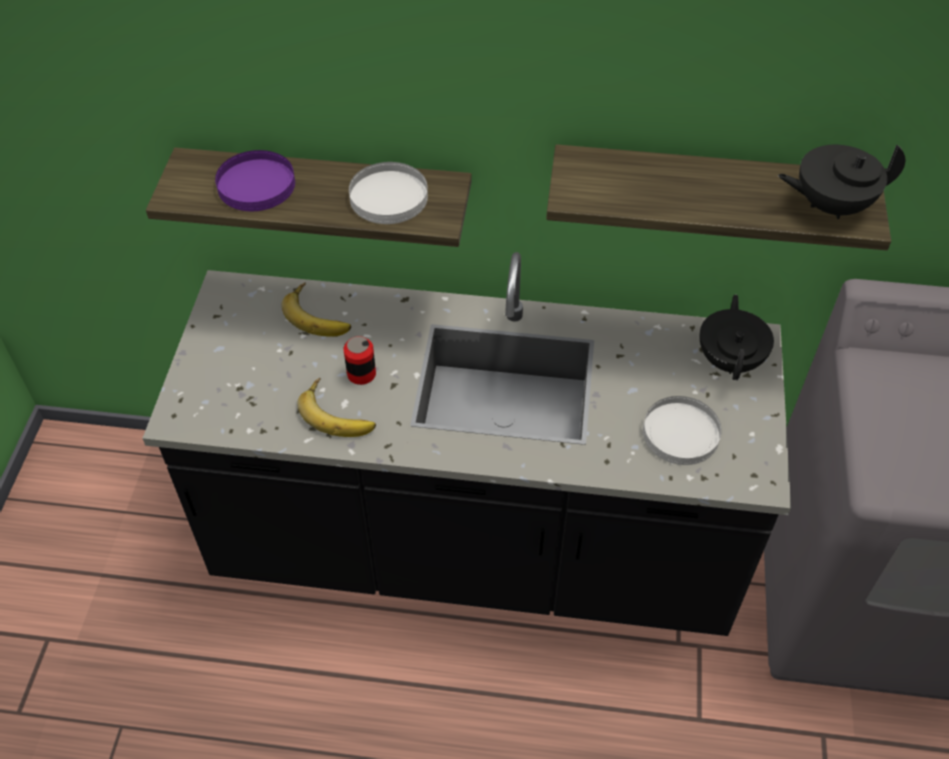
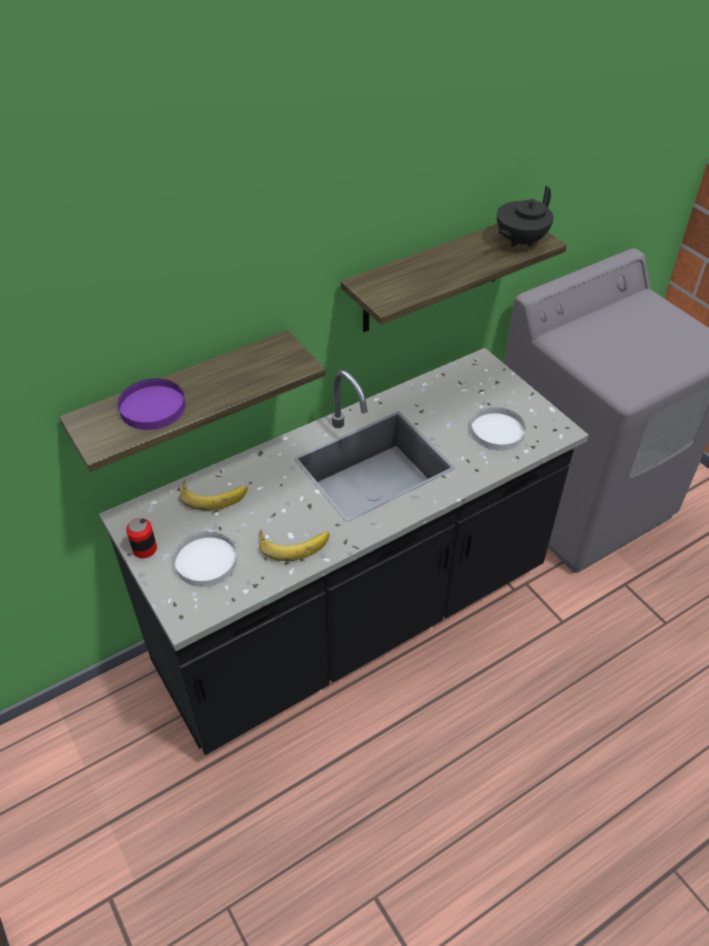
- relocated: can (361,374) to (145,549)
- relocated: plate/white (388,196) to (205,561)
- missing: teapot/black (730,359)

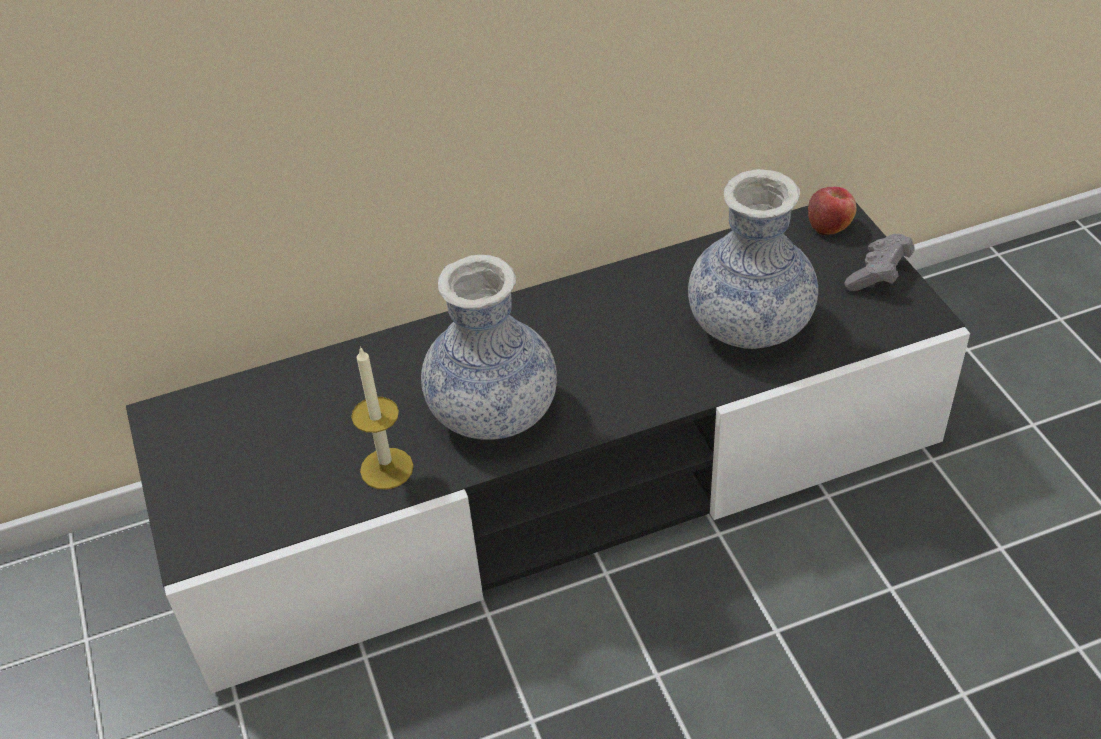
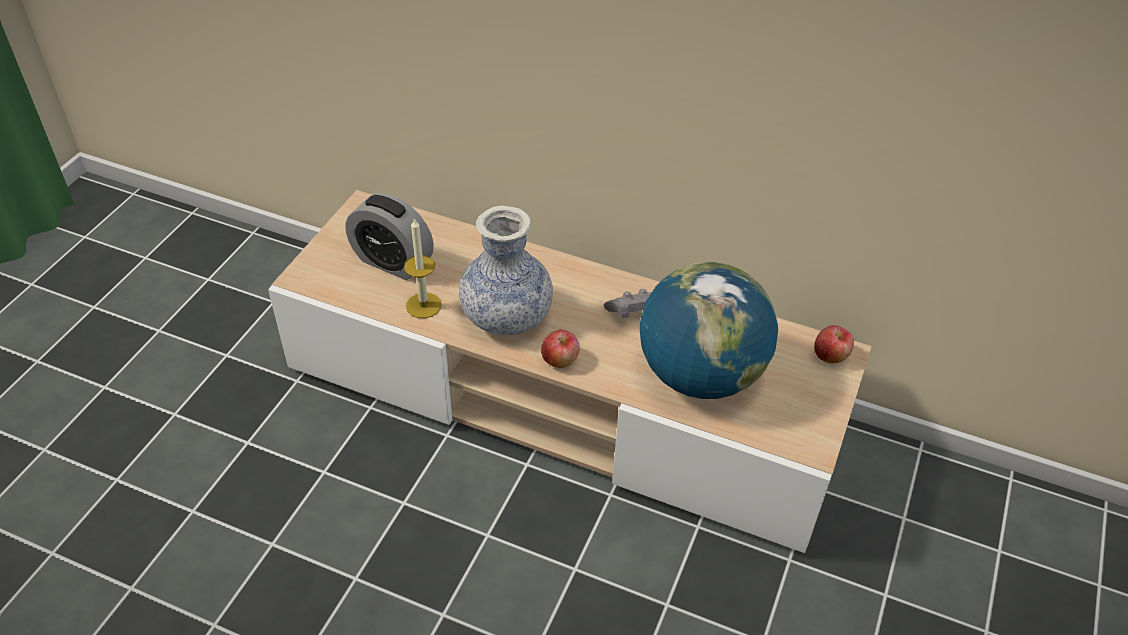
- colour: tv stand/black (558,482) to tv stand/beige (561,399)
- appeared: alarm clock (392,262)
- appeared: apple (560,360)
- relocated: game controller/grey (878,275) to (634,313)
- exchanged: vase (749,325) to globe (700,375)

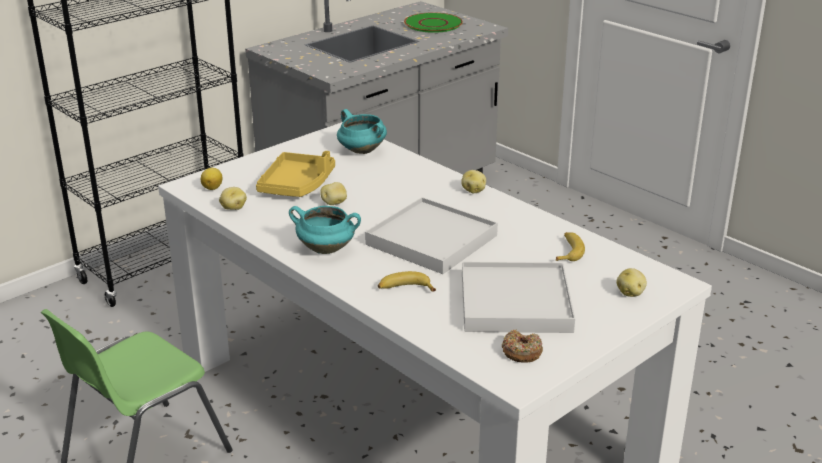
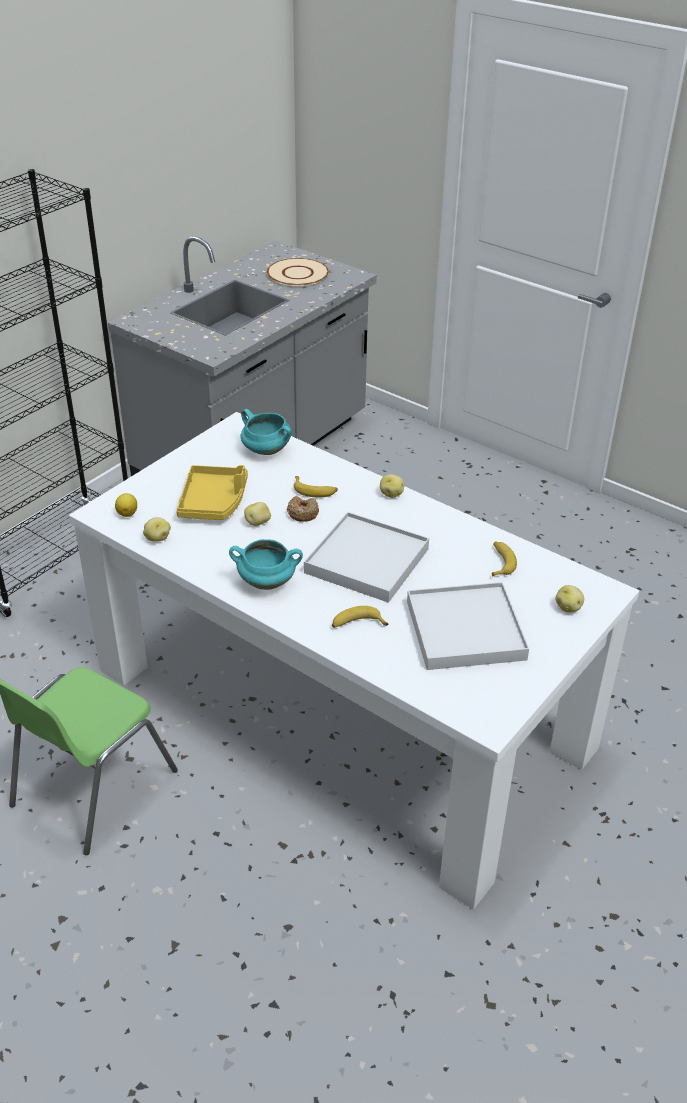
- colour: plate/green (433,24) to plate/beige (298,274)
- relocated: donut (521,352) to (302,513)
- appeared: banana (315,491)

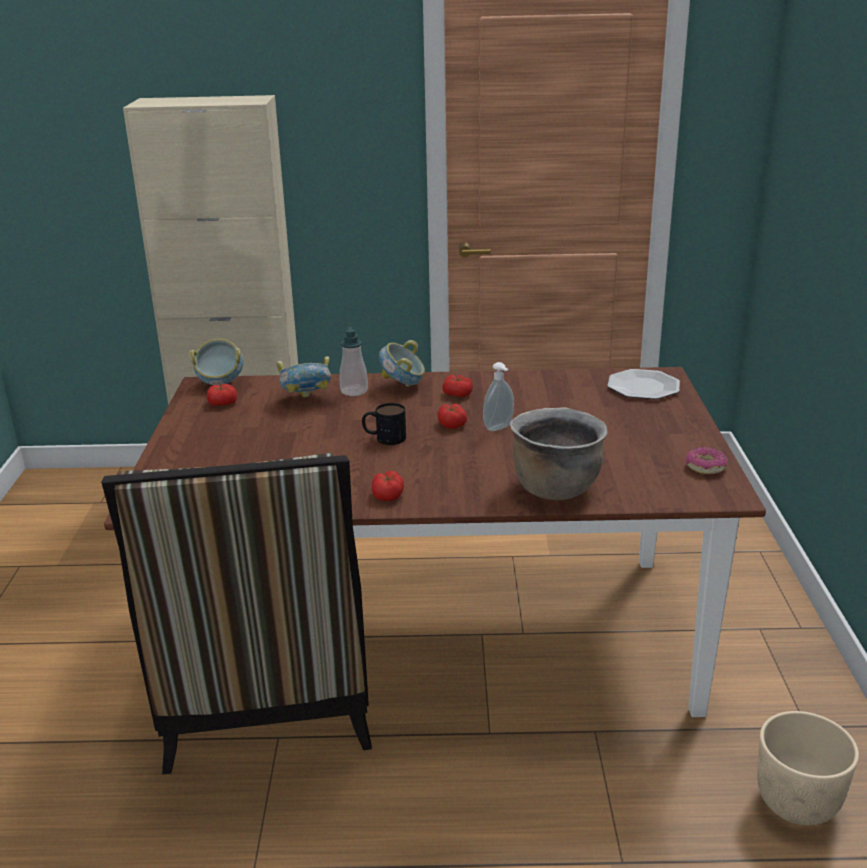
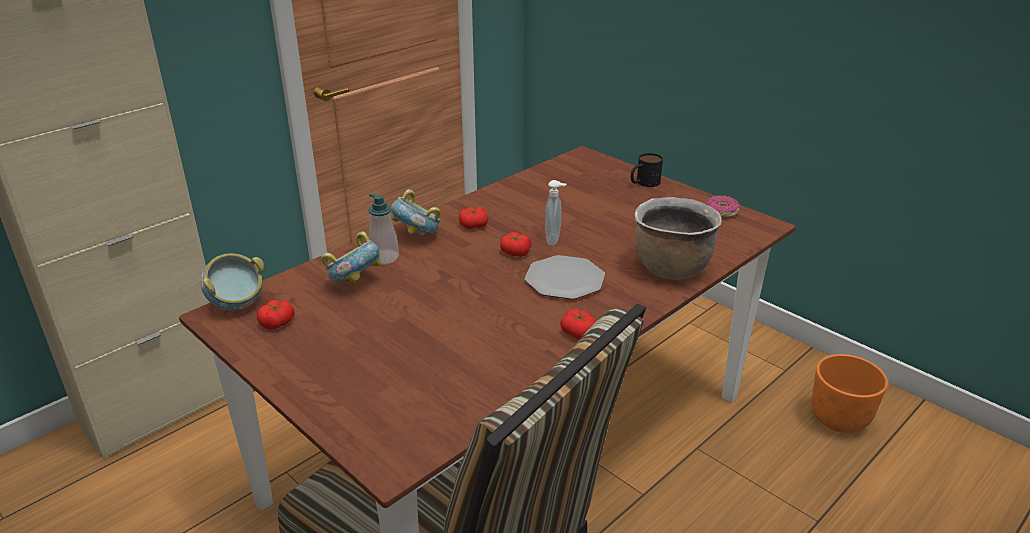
- relocated: plate (643,386) to (564,279)
- relocated: mug (384,437) to (643,183)
- colour: planter/beige (798,804) to planter/orange (840,419)

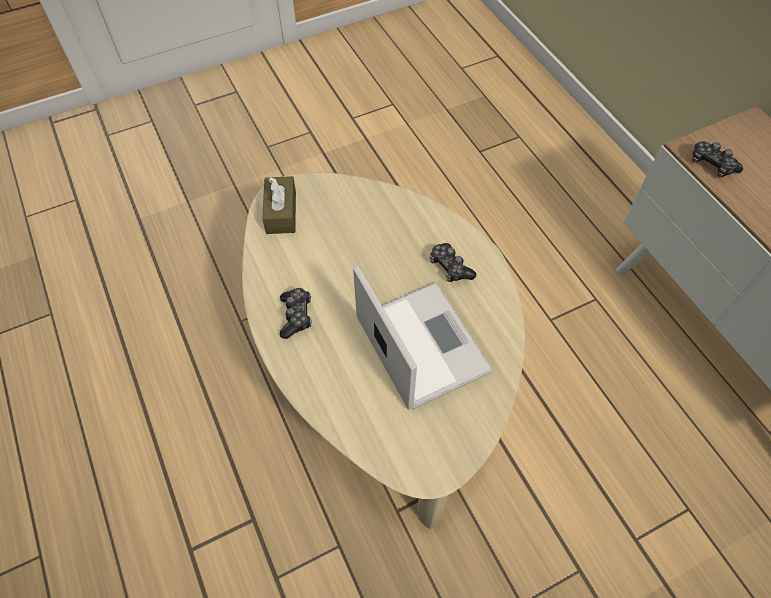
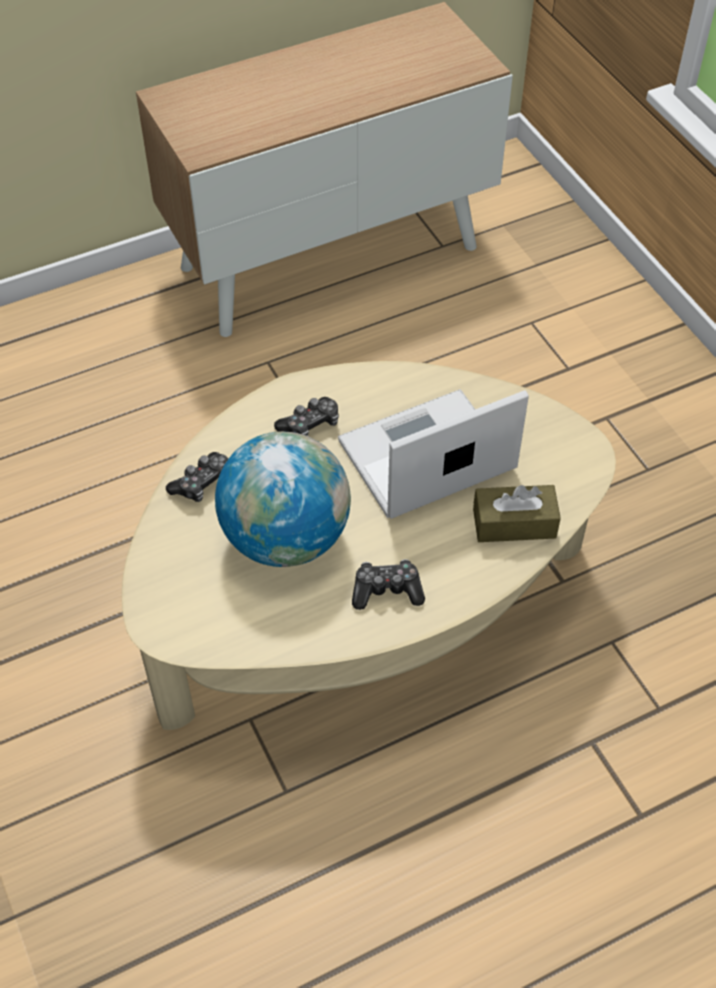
- relocated: game controller (711,165) to (203,483)
- appeared: globe (286,537)
- relocated: tissue box/brown (281,212) to (514,523)

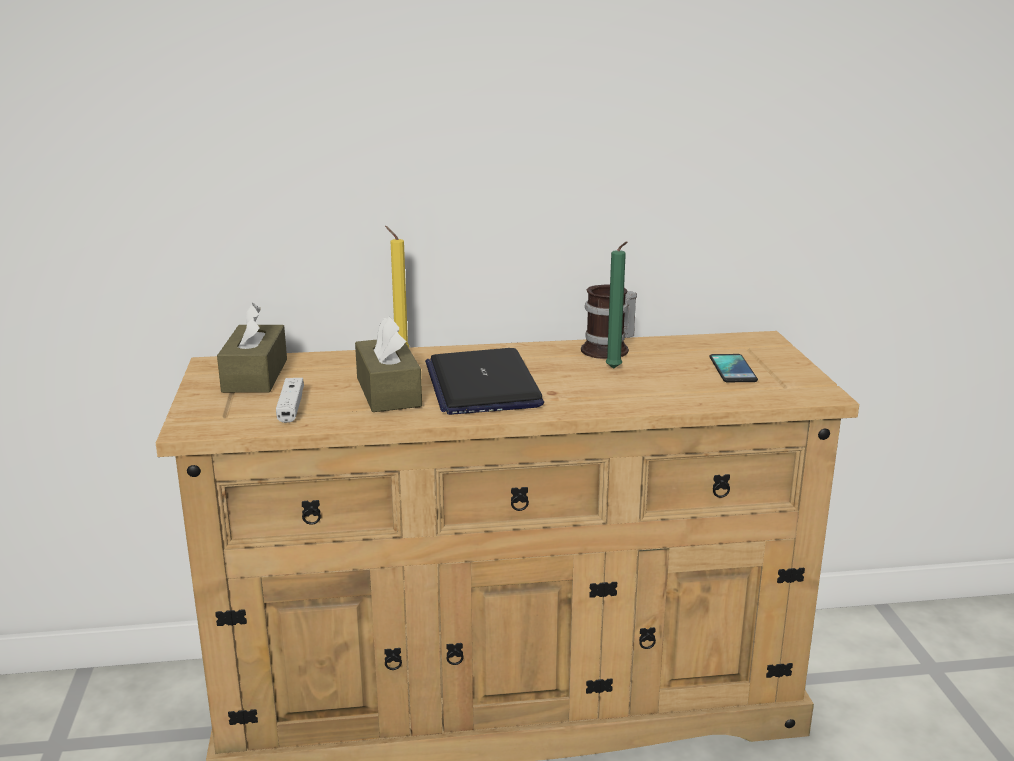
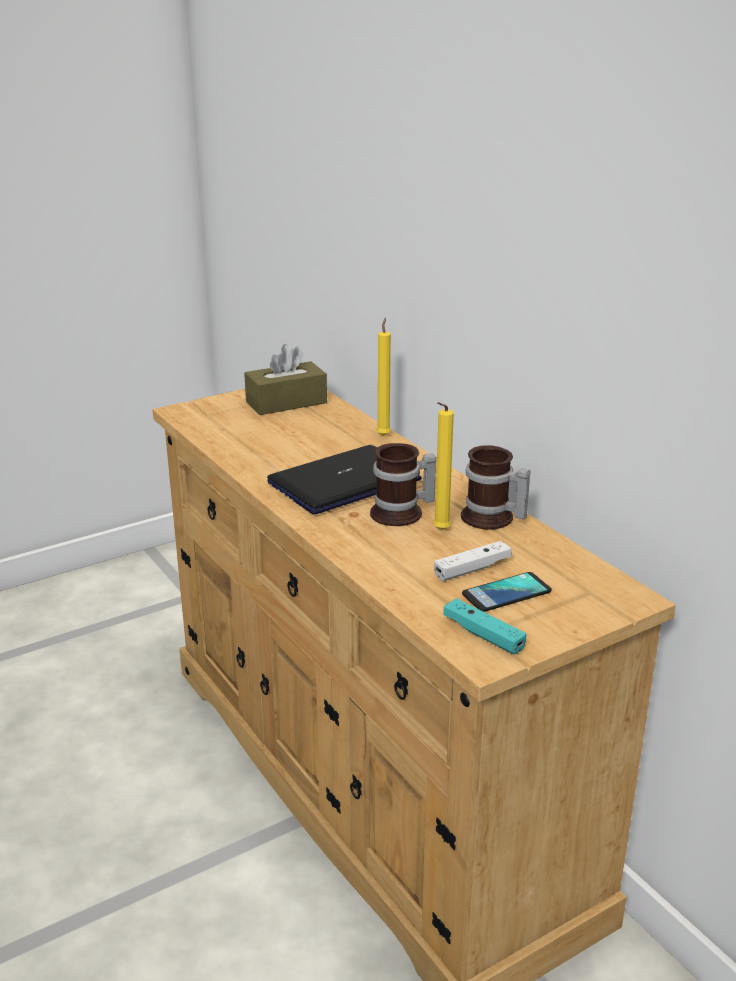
- appeared: mug (402,514)
- colour: candle/green (614,369) to candle/yellow (439,531)
- relocated: game controller/white (291,407) to (472,569)
- appeared: game controller/turquoise (483,635)
- missing: tissue box/brown (388,392)

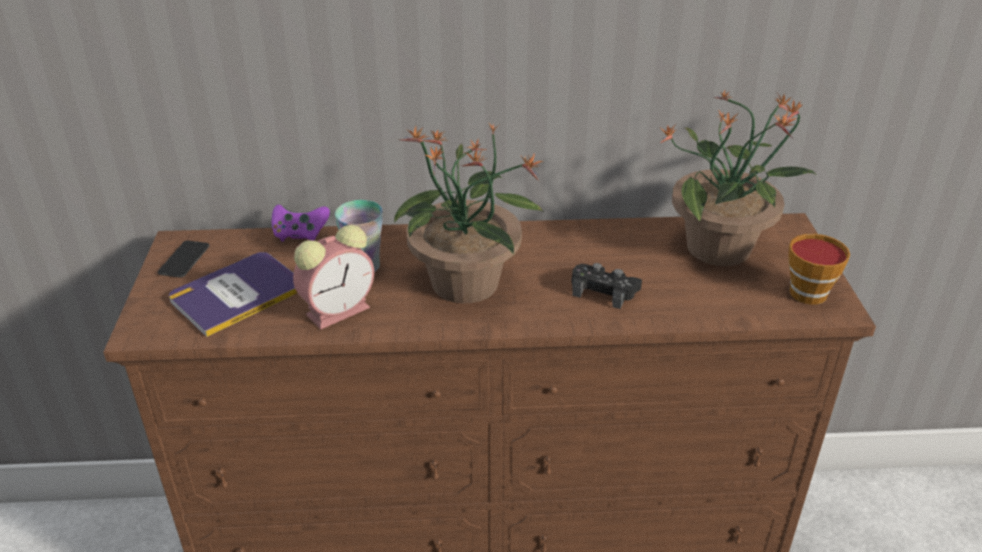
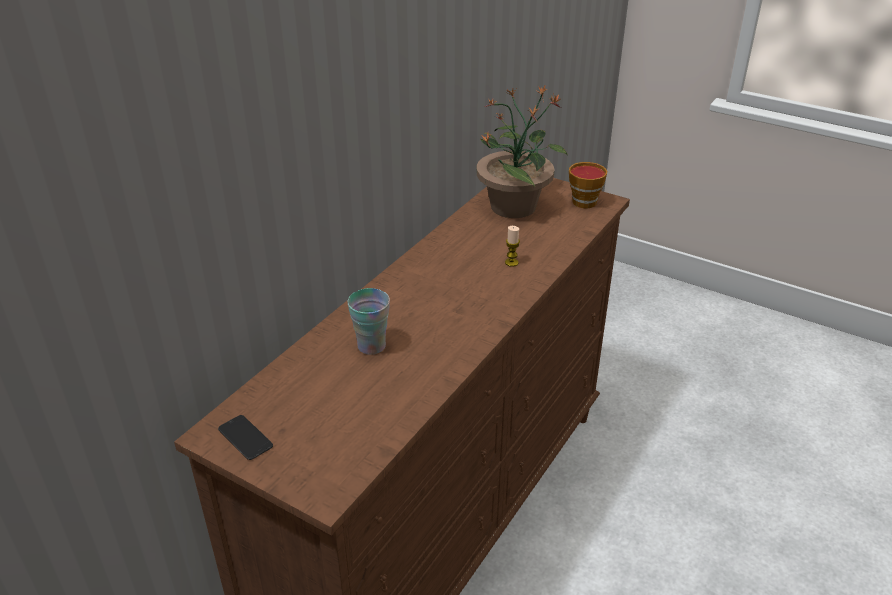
- exchanged: game controller/black (604,291) to candle (511,262)
- missing: book (237,294)
- missing: game controller/purple (300,234)
- missing: alarm clock (340,309)
- missing: potted plant (466,285)

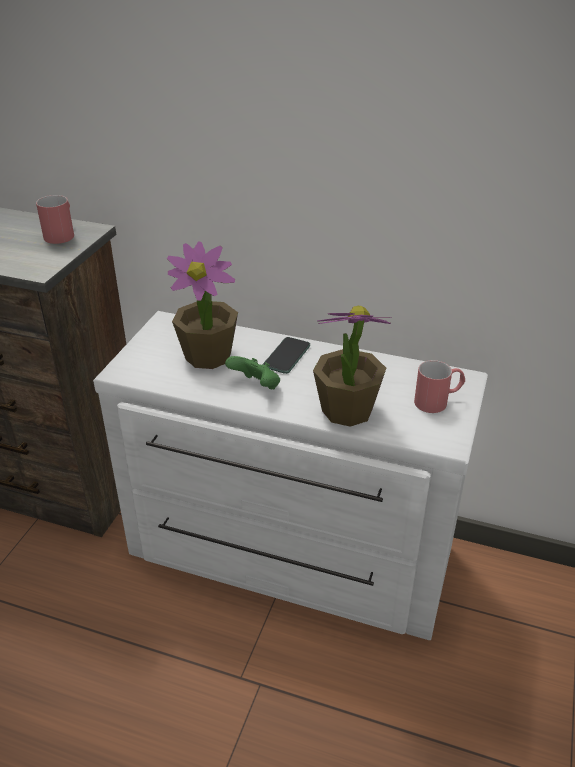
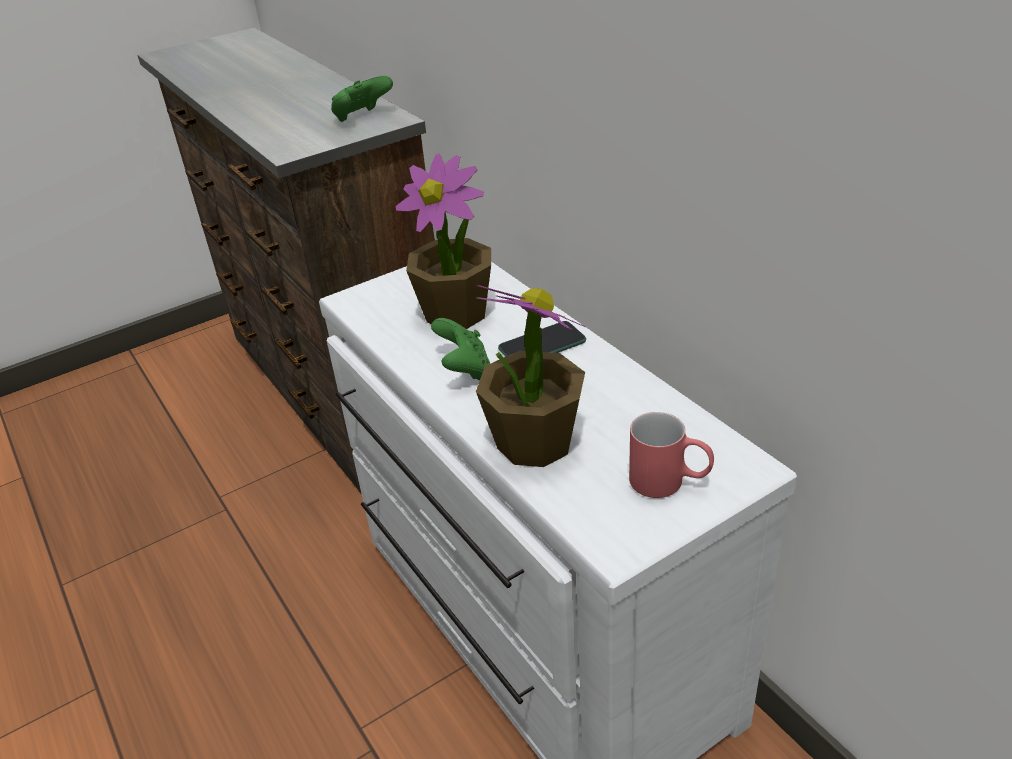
- exchanged: mug/red (62,233) to game controller/green (362,118)

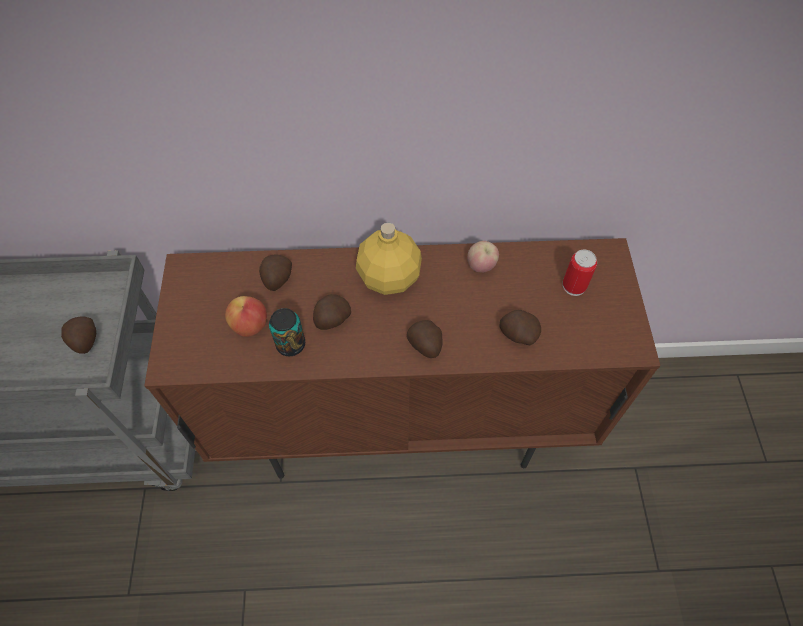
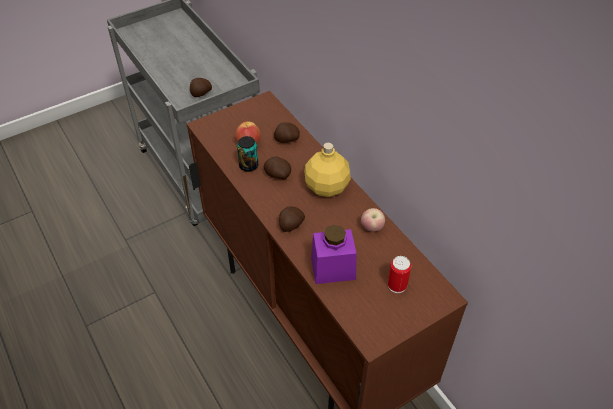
- exchanged: potato (517,334) to jar/purple (333,268)

